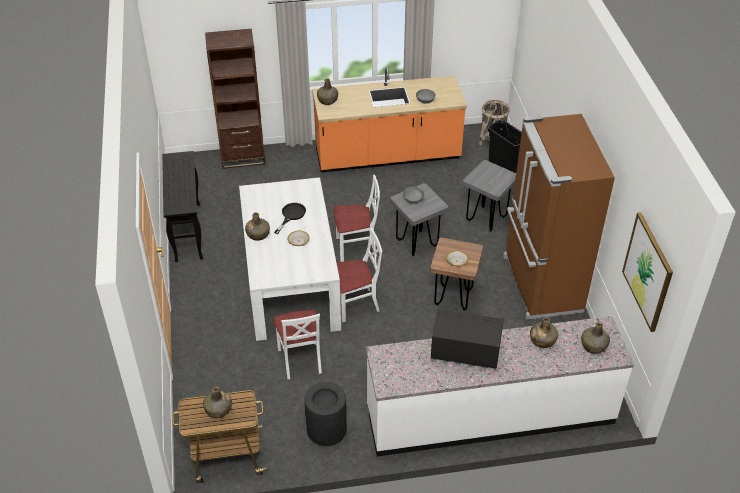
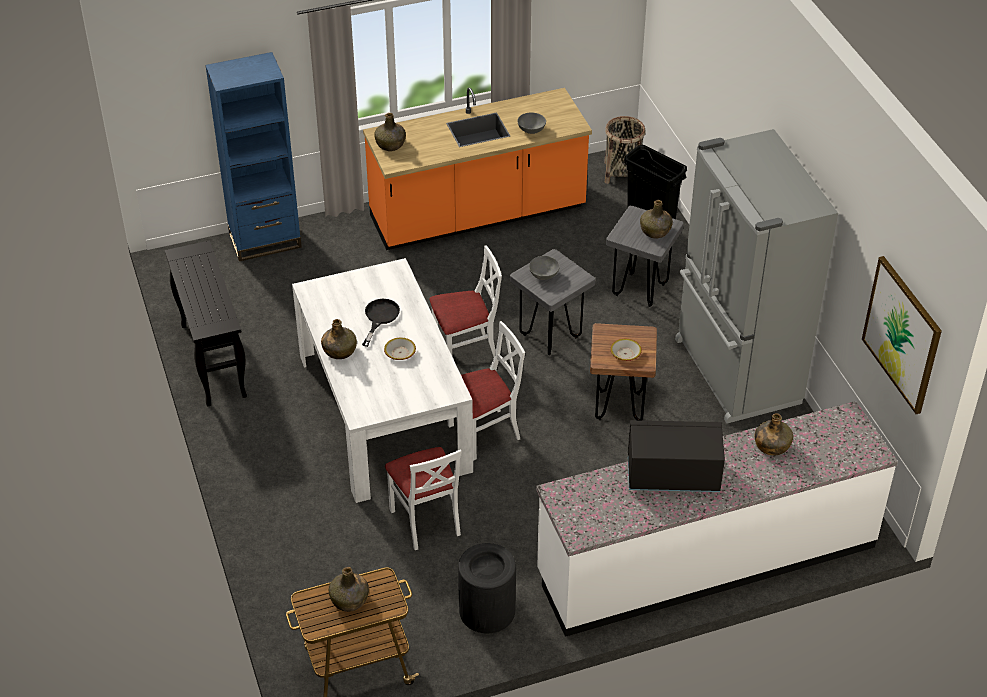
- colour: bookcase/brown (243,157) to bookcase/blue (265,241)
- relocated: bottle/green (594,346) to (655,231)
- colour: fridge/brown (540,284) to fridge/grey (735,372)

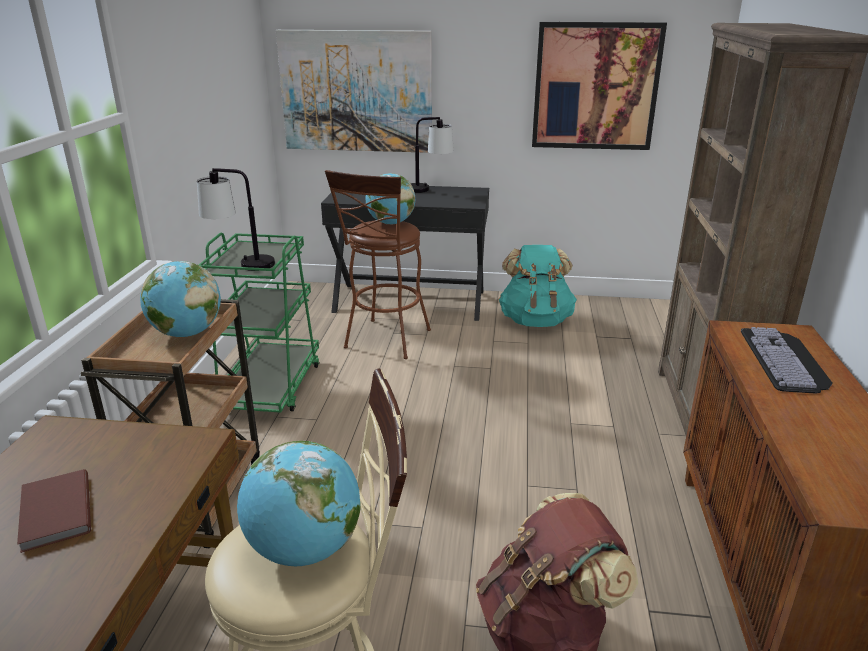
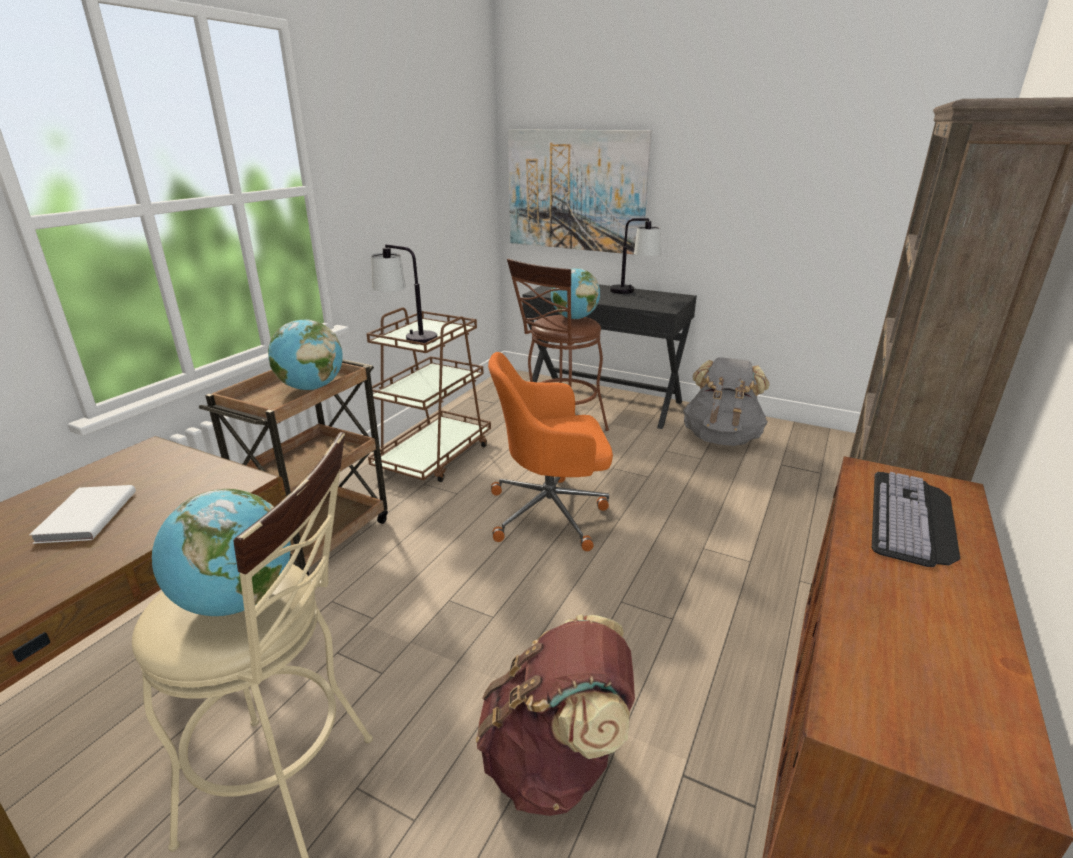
- colour: book/brown (54,513) to book/white (84,517)
- colour: cart/green (270,387) to cart/brown (434,457)
- appeared: office chair/orange (551,512)
- colour: backpack/turquoise (535,320) to backpack/grey (721,438)
- missing: picture (595,87)

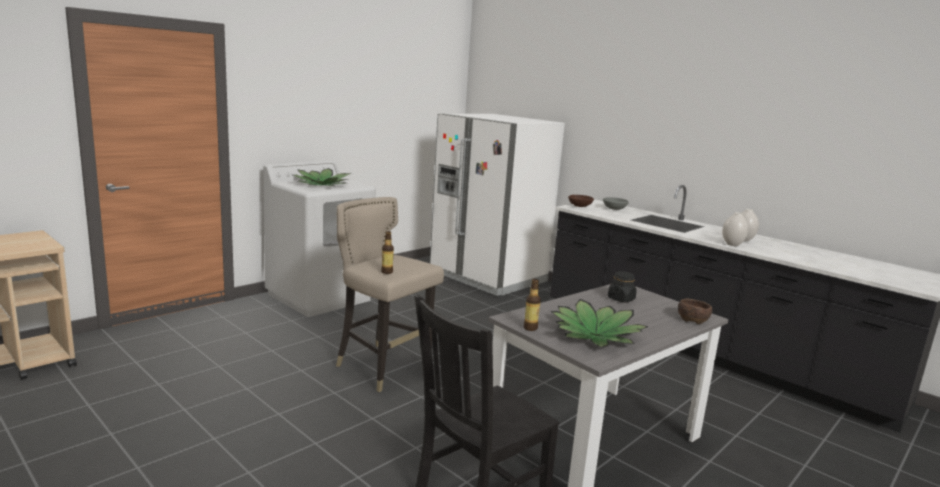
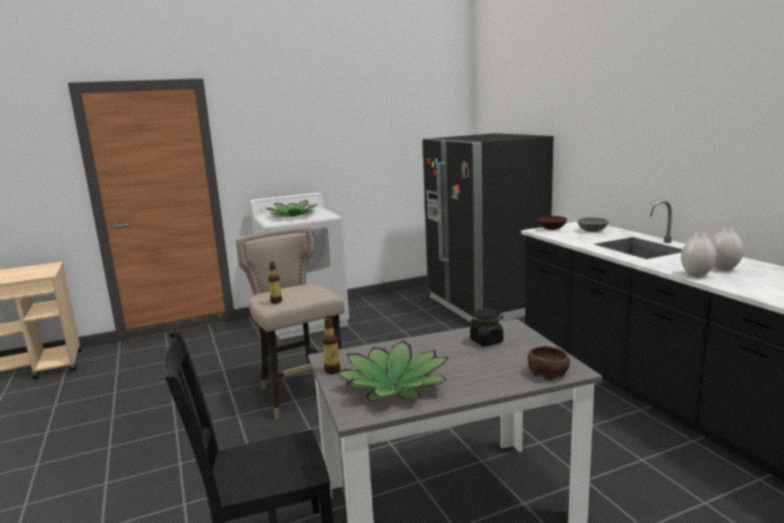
- colour: fridge/white (488,277) to fridge/black (485,304)

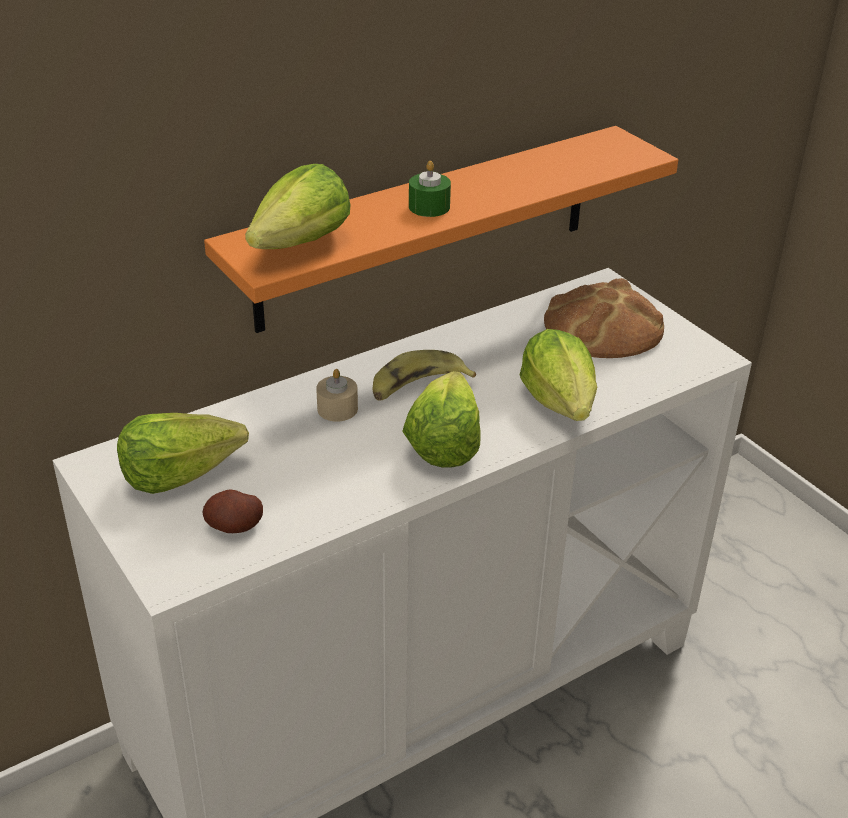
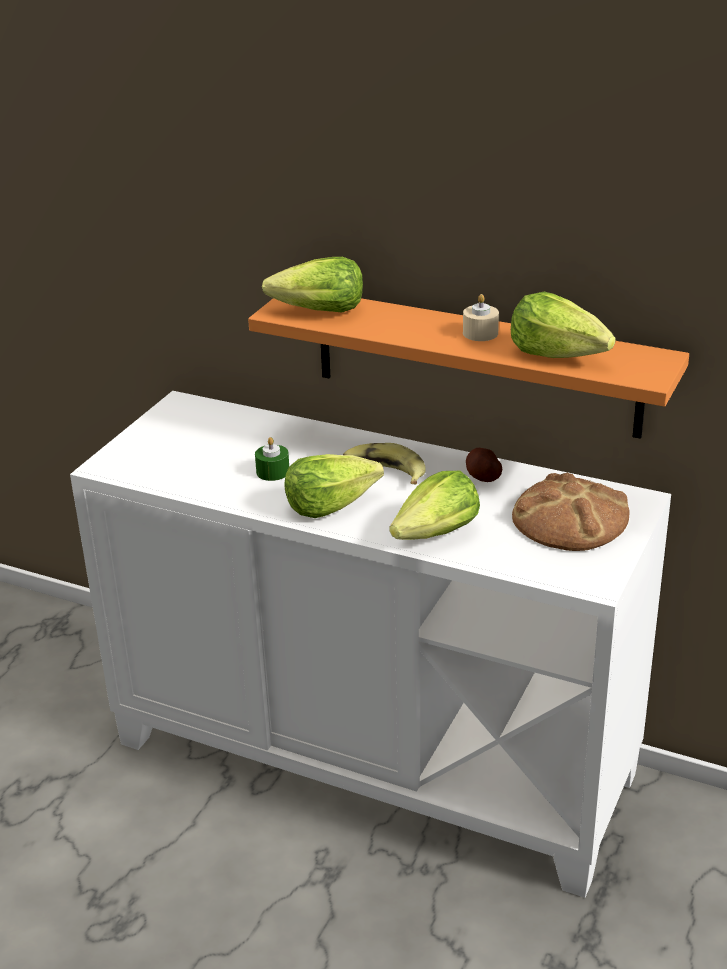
- relocated: candle/green (429,207) to (273,472)
- relocated: candle/beige (337,409) to (480,333)
- relocated: potato (234,526) to (483,477)
- relocated: lettuce (180,473) to (558,354)

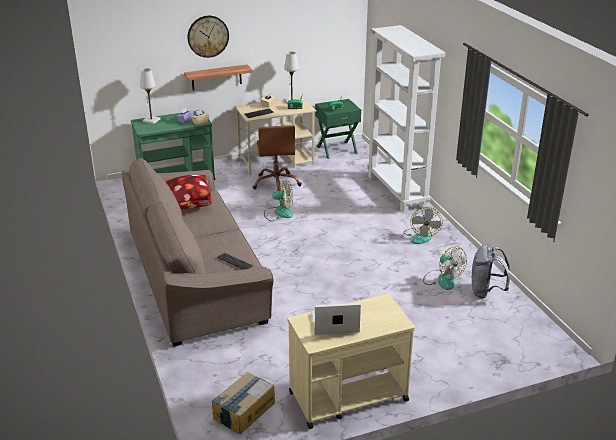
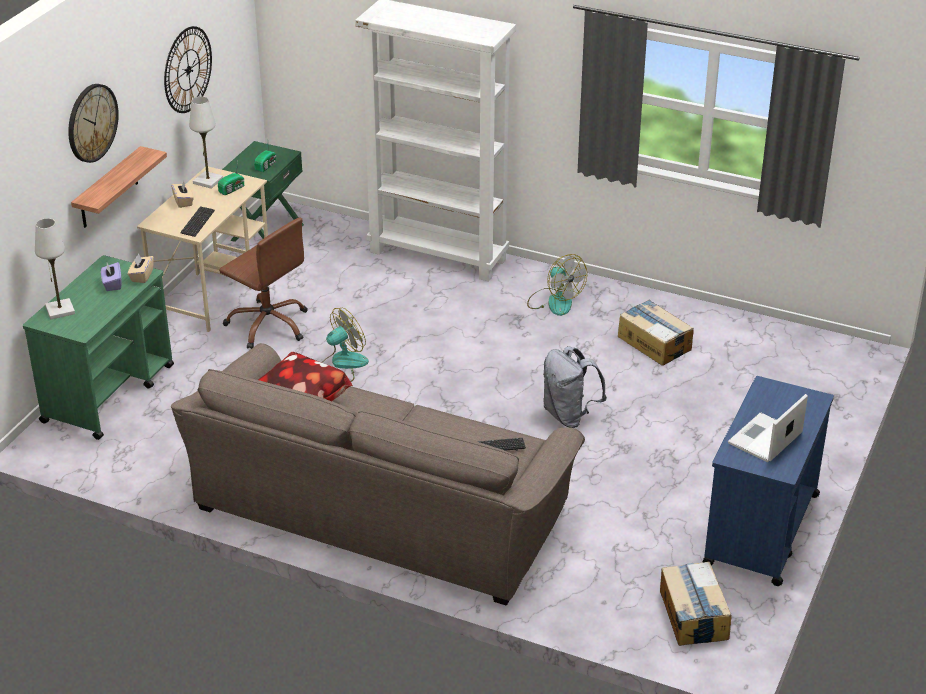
- appeared: wall clock (188,69)
- relocated: backpack/grey (486,292) to (569,415)
- exchanged: fan (442,279) to cardboard box (654,342)
- colour: cart/beige (347,396) to cart/blue (761,530)

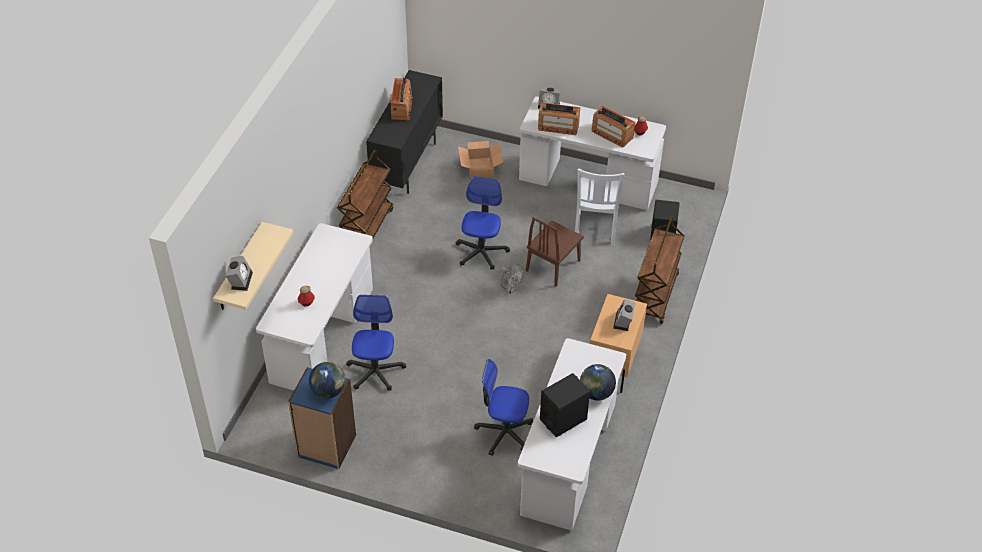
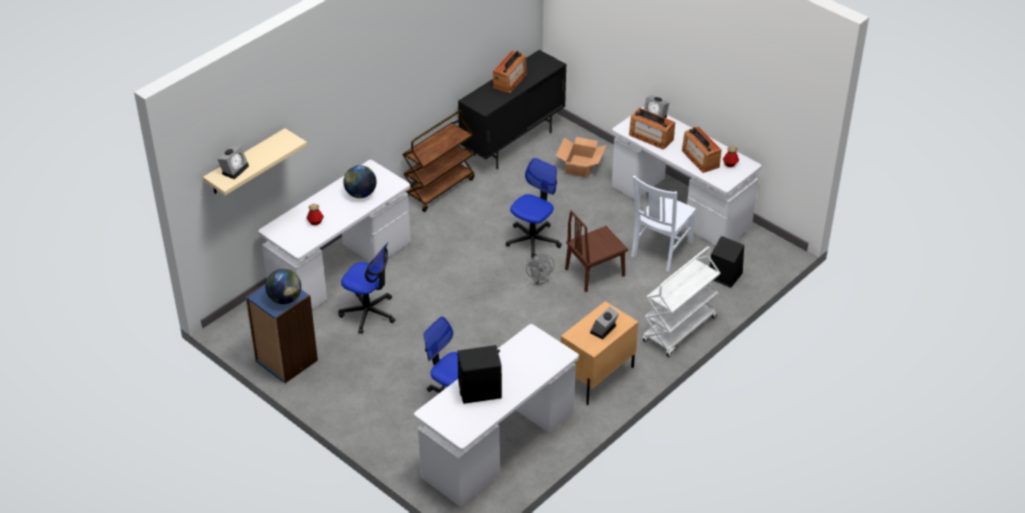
- spun: office chair (375,371) = (368,313) 90 degrees clockwise
- relocated: globe (596,393) to (360,194)
- colour: cart/brown (655,296) to cart/white (679,330)

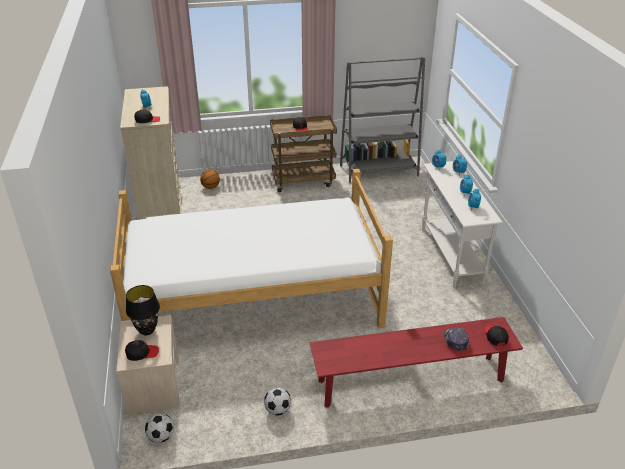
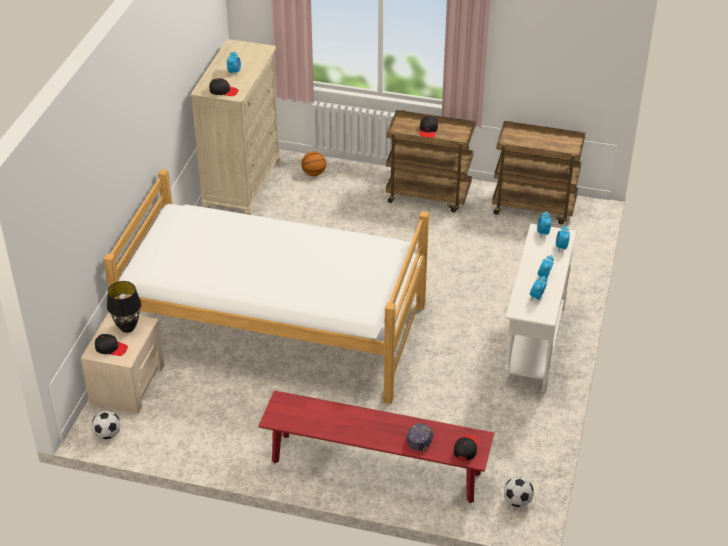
- exchanged: bookcase/grey (379,171) to cart/brown (534,207)
- relocated: football (278,410) to (517,501)

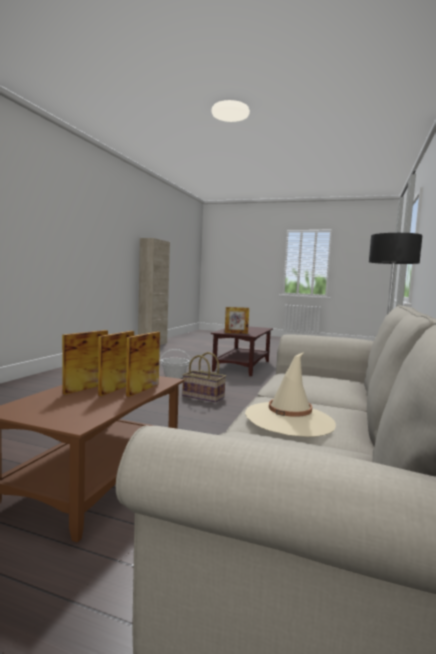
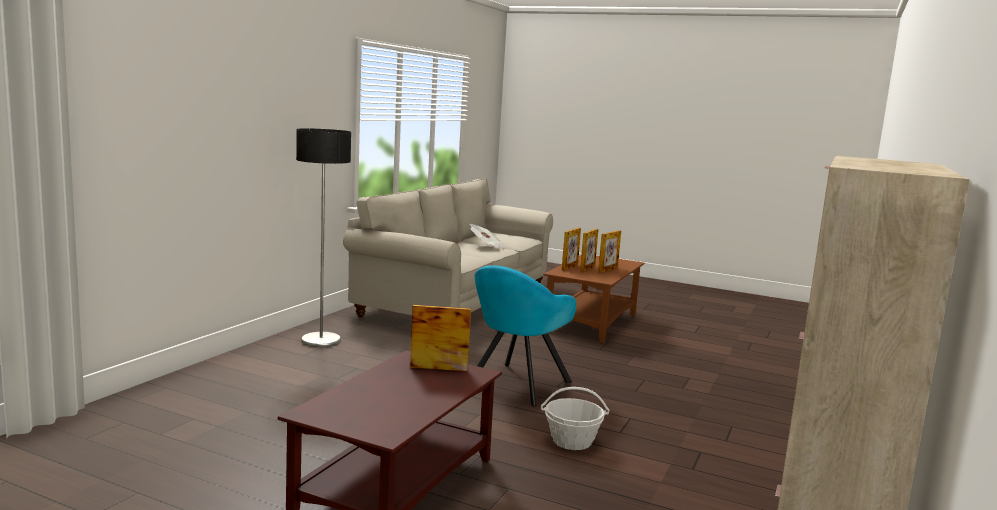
- exchanged: hat/beige (289,419) to newspaper (487,247)
- exchanged: basket (203,396) to armchair/turquoise (516,385)

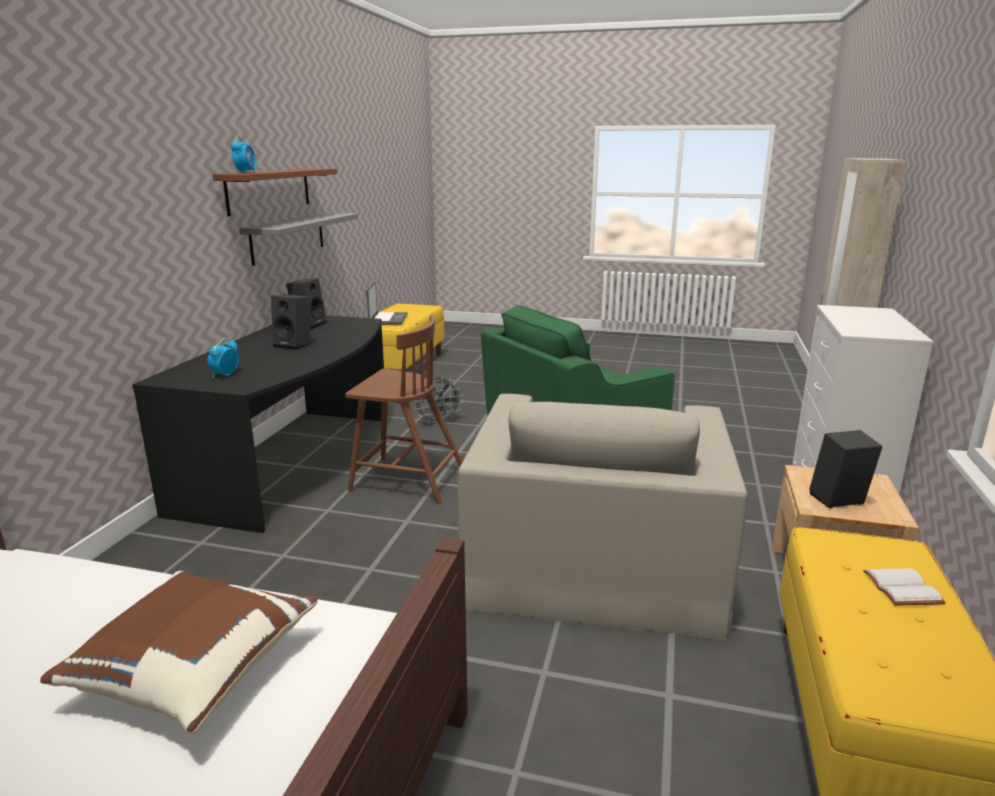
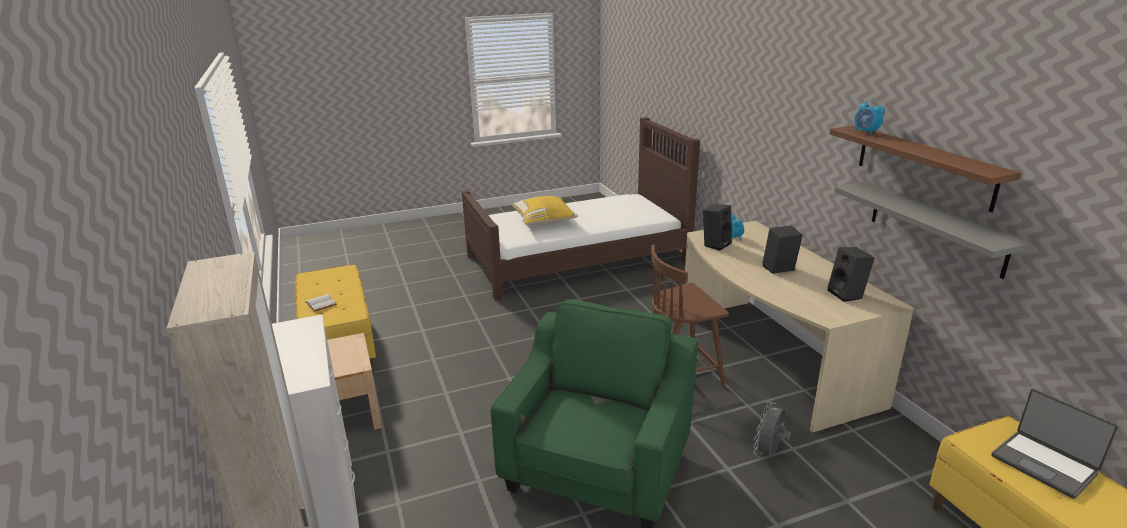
- colour: pillow/brown (193,670) to pillow/yellow (544,222)
- colour: desk/black (297,462) to desk/beige (768,358)
- relocated: speaker/black (838,502) to (715,244)
- missing: armchair/beige (595,561)

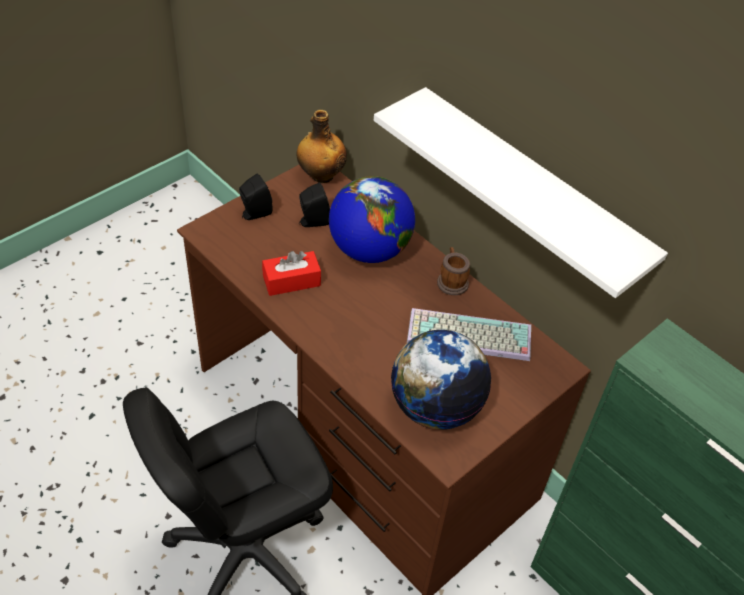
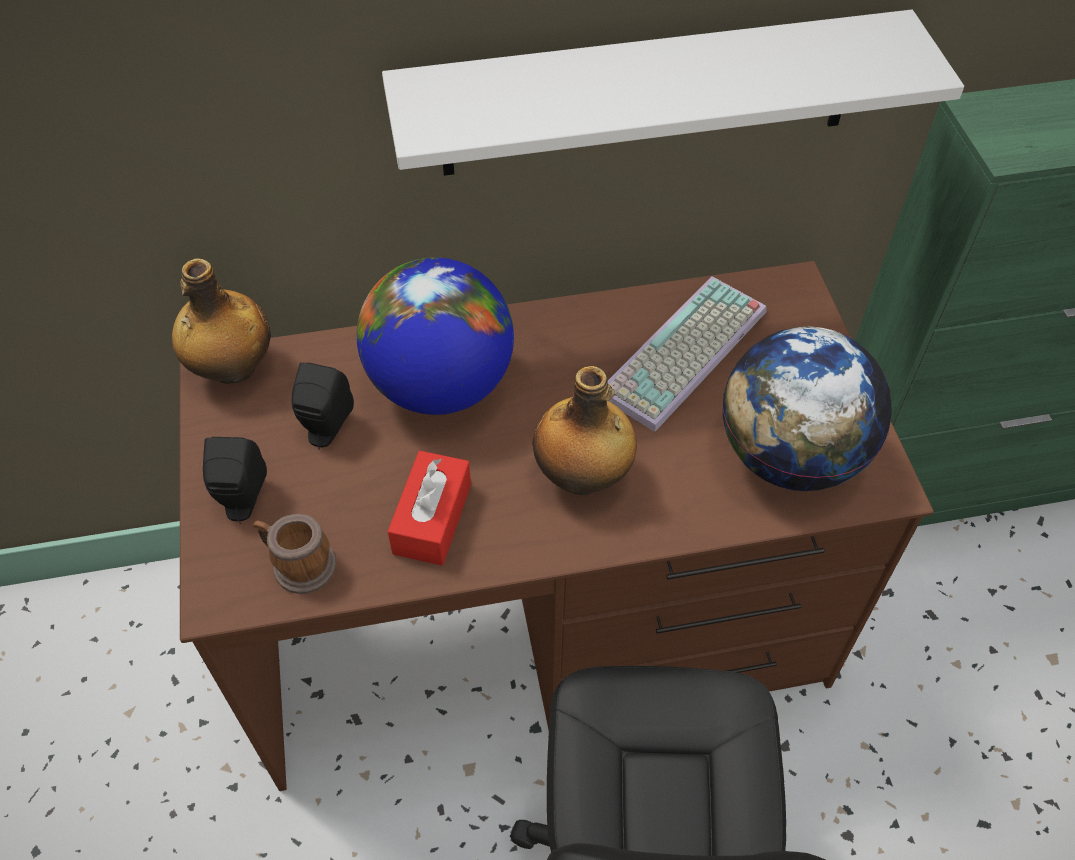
- relocated: mug (451,281) to (298,564)
- appeared: bottle (583,477)

